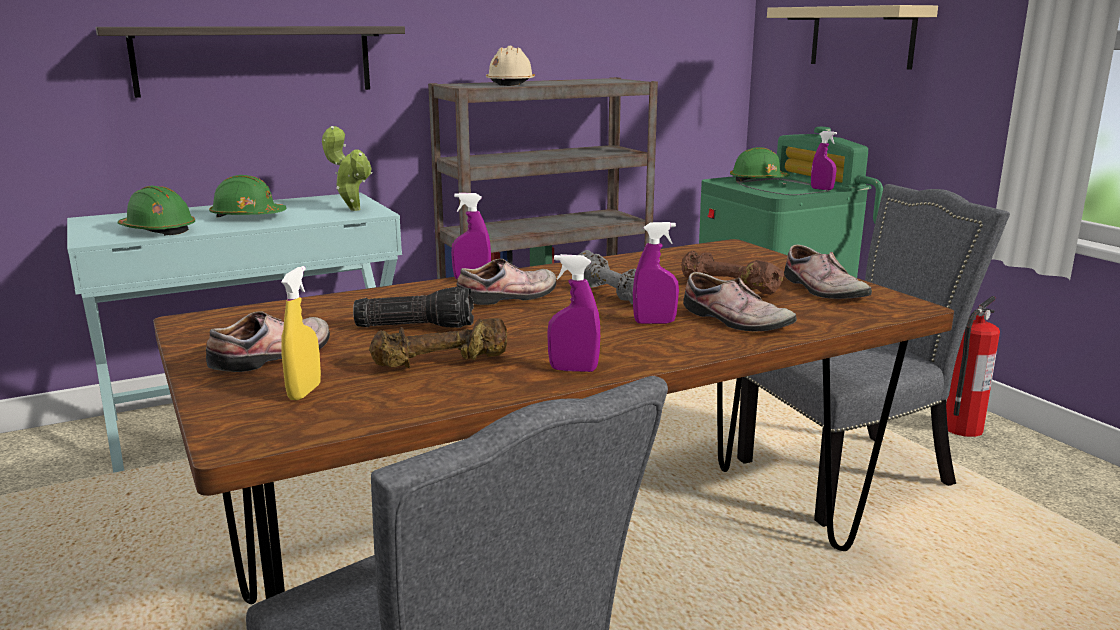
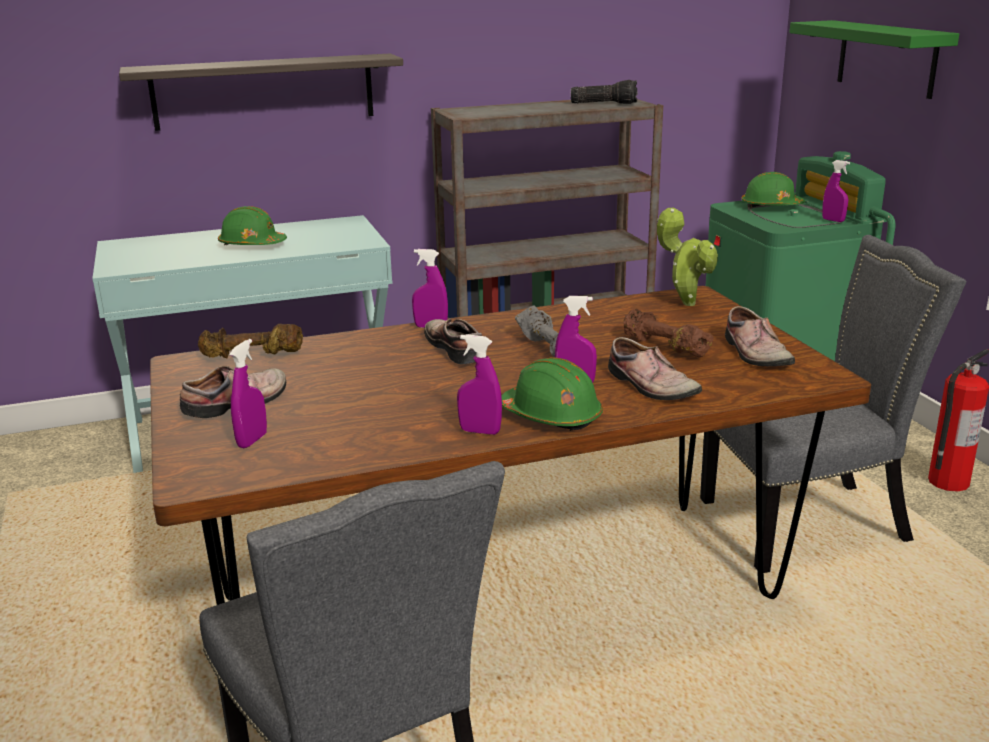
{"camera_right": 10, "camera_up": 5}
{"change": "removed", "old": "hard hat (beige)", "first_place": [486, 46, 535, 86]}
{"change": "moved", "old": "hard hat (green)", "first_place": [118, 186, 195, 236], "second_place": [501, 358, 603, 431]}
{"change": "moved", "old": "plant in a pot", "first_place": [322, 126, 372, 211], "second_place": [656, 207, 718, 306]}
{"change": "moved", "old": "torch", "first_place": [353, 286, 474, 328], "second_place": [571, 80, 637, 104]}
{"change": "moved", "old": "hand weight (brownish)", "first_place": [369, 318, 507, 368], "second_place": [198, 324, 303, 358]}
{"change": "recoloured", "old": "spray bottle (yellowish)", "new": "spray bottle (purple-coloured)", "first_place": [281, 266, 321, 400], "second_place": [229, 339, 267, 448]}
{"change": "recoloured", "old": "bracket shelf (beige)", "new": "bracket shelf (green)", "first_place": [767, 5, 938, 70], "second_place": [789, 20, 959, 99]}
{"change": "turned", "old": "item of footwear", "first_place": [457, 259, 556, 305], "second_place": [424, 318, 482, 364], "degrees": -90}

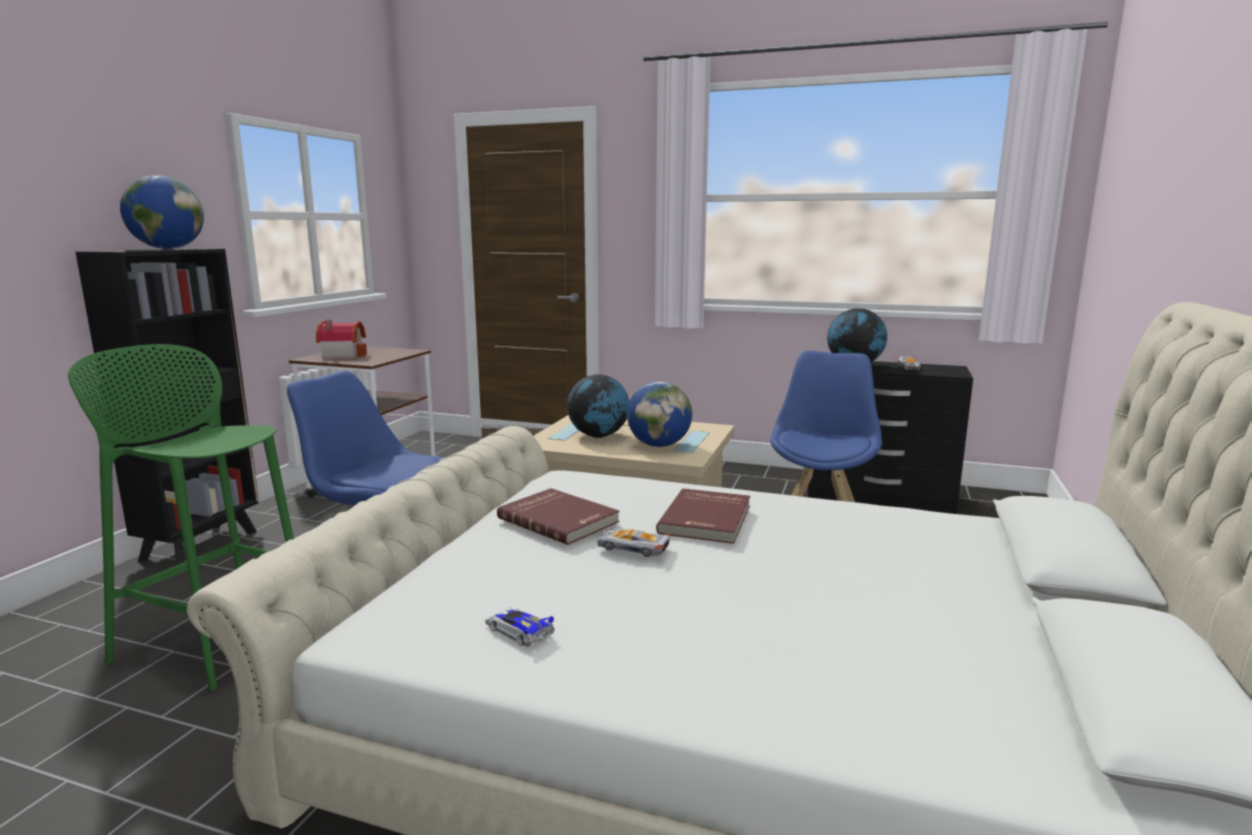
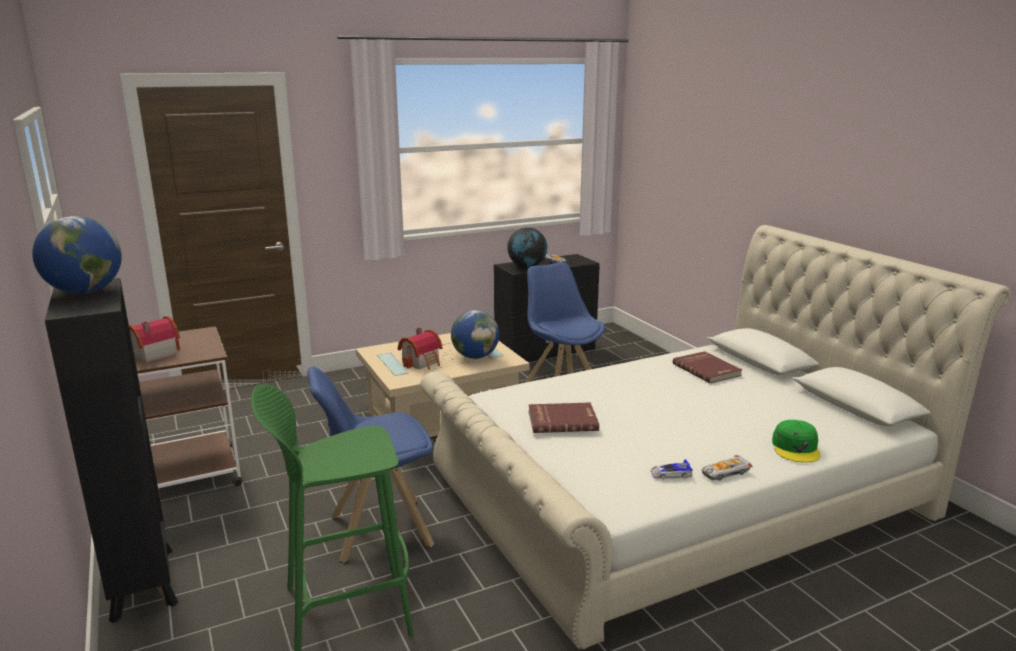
{"camera_right": -45, "camera_up": 5}
{"change": "added", "new": "cap (green)", "second_place": [772, 420, 820, 463]}
{"change": "moved", "old": "model car", "first_place": [597, 529, 671, 557], "second_place": [702, 455, 752, 480]}
{"change": "moved", "old": "book (red)", "first_place": [656, 488, 750, 544], "second_place": [673, 351, 742, 383]}
{"change": "replaced", "old": "world globe", "new": "toy house", "first_place": [567, 374, 629, 438], "second_place": [398, 327, 443, 370]}

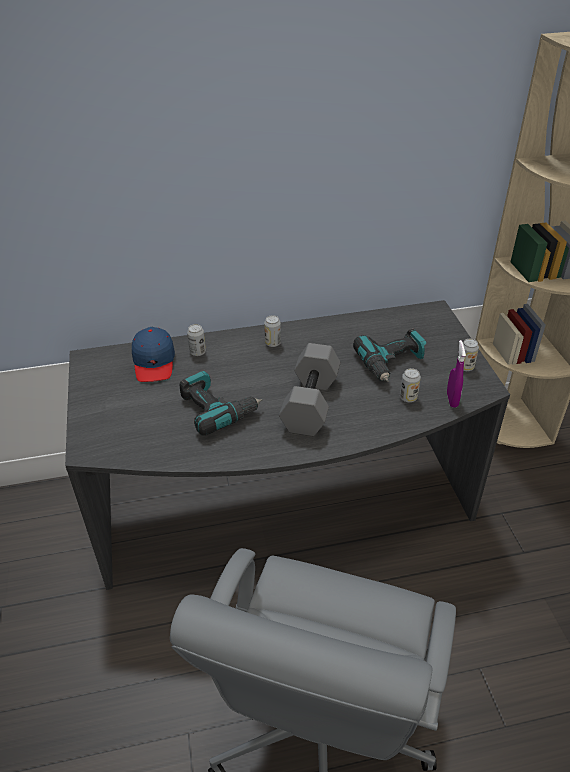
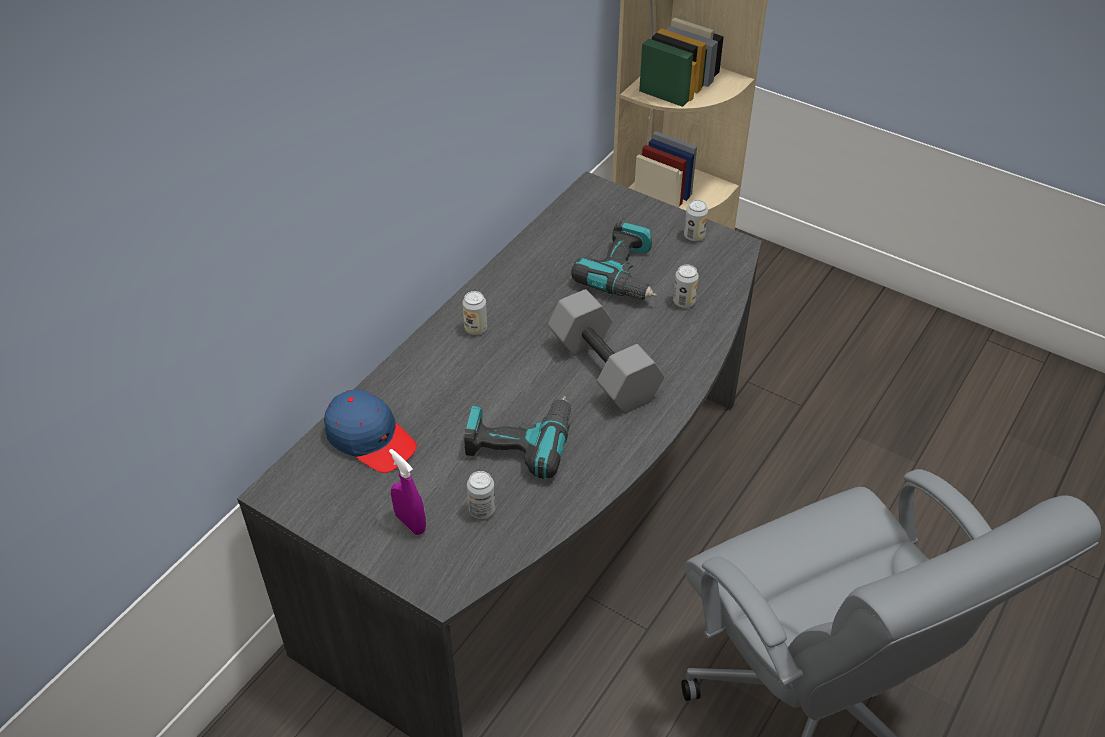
{"camera_right": -45, "camera_up": 5}
{"change": "moved", "old": "sealed can", "first_place": [187, 324, 206, 356], "second_place": [467, 471, 495, 519]}
{"change": "moved", "old": "spray bottle (purple-coloured)", "first_place": [447, 340, 466, 408], "second_place": [389, 449, 426, 535]}

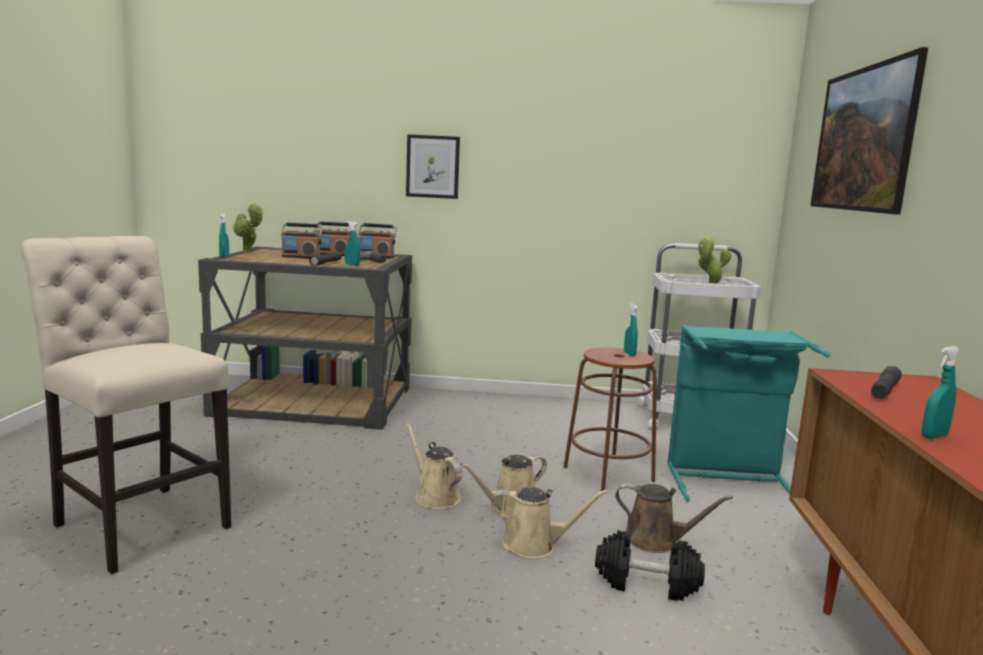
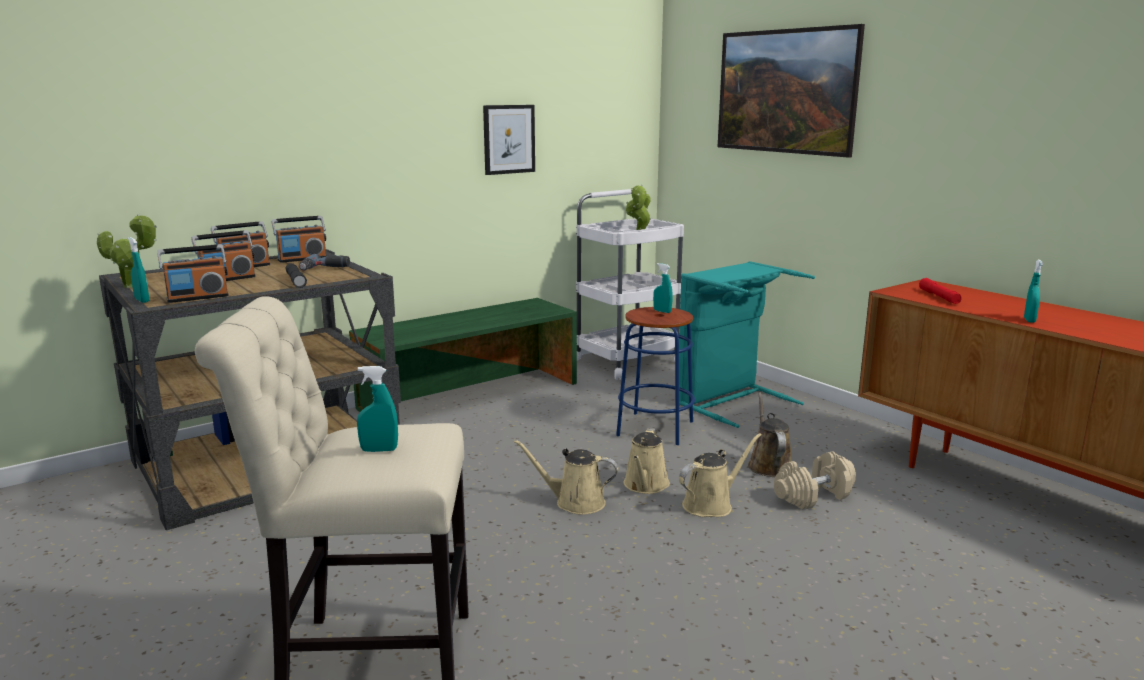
{"camera_right": -40, "camera_up": 5}
{"change": "added", "new": "radio set", "second_place": [157, 244, 229, 303]}
{"change": "added", "new": "long seat (green)", "second_place": [349, 298, 577, 412]}
{"change": "moved", "old": "spray bottle (blue-green)", "first_place": [345, 221, 360, 266], "second_place": [357, 366, 398, 452]}
{"change": "moved", "old": "picture", "first_place": [406, 134, 460, 199], "second_place": [483, 105, 535, 175]}
{"change": "recoloured", "old": "sitting stool (brownish)", "new": "sitting stool (blue)", "first_place": [564, 348, 657, 491], "second_place": [616, 307, 695, 445]}
{"change": "recoloured", "old": "hand weight (black-coloured)", "new": "hand weight (beige)", "first_place": [595, 530, 705, 601], "second_place": [774, 451, 856, 509]}
{"change": "recoloured", "old": "torch (gray)", "new": "torch (red)", "first_place": [871, 366, 902, 399], "second_place": [919, 278, 962, 304]}
{"change": "turned", "old": "sprinkling can (brownish)", "first_place": [615, 483, 733, 553], "second_place": [748, 392, 792, 477], "degrees": -75}

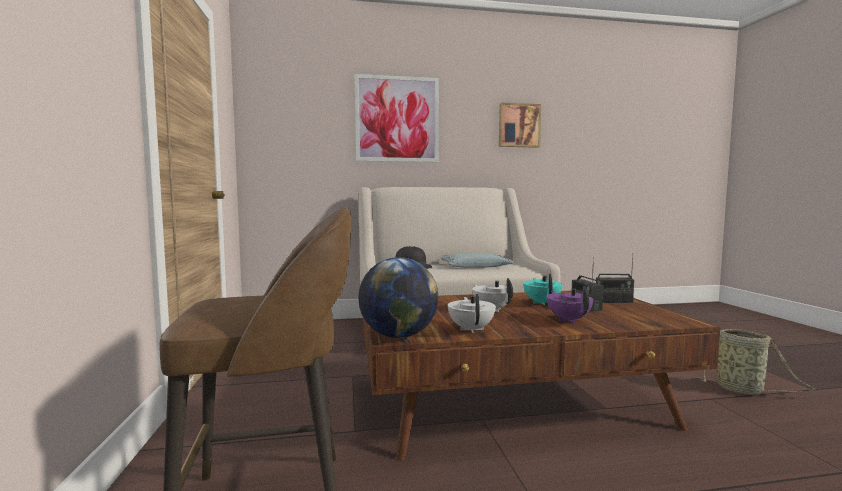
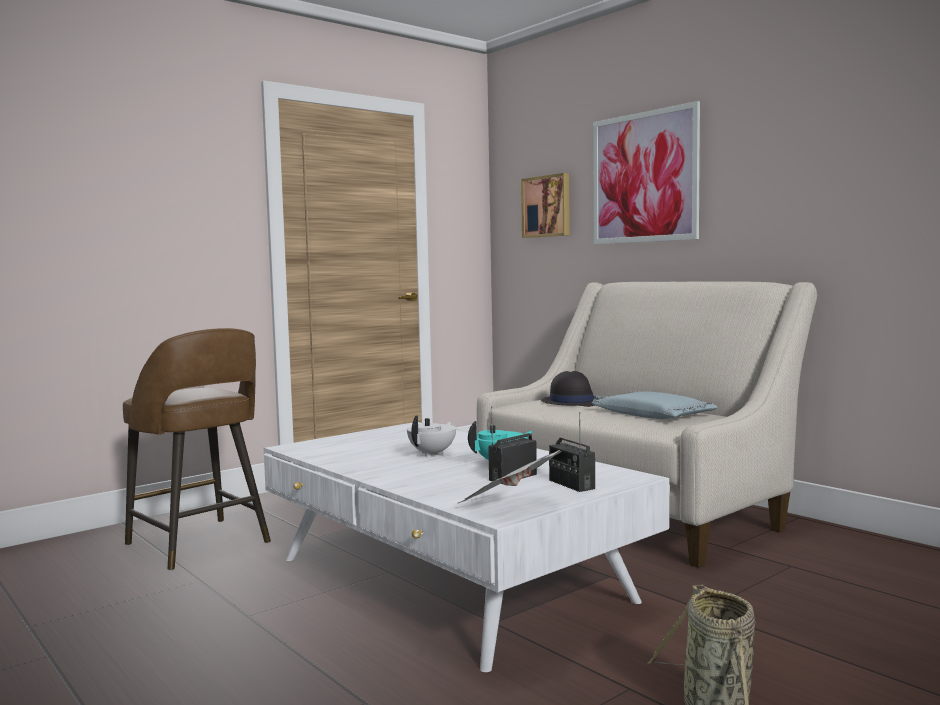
{"camera_right": 60, "camera_up": 0}
{"change": "removed", "old": "world globe", "first_place": [358, 257, 439, 338]}
{"change": "removed", "old": "tea pot (whitish)", "first_place": [448, 294, 496, 333]}
{"change": "removed", "old": "tea pot (purple-coloured)", "first_place": [547, 286, 593, 323]}
{"change": "added", "new": "printed paper", "second_place": [458, 450, 561, 503]}
{"change": "moved", "old": "picture", "first_place": [499, 103, 541, 148], "second_place": [521, 173, 570, 238]}
{"change": "recoloured", "old": "coffee table (brownish)", "new": "coffee table (whitish)", "first_place": [363, 291, 720, 461], "second_place": [264, 422, 669, 672]}

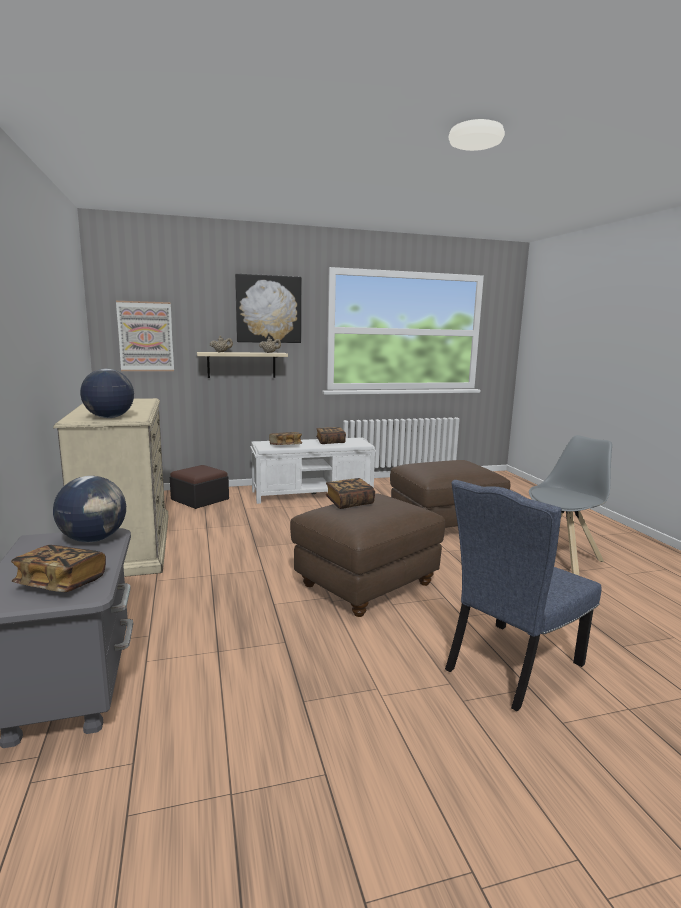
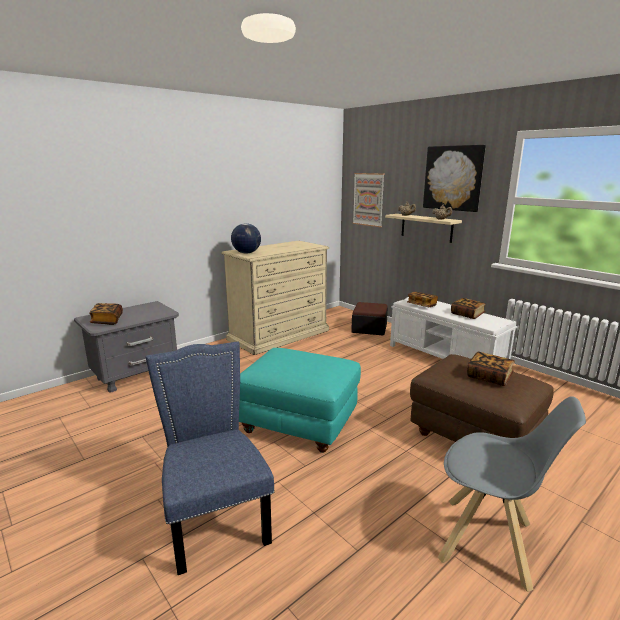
{"camera_right": 65, "camera_up": 5}
{"change": "removed", "old": "world globe", "first_place": [53, 476, 126, 542]}
{"change": "moved", "old": "book", "first_place": [326, 478, 375, 509], "second_place": [467, 351, 515, 386]}
{"change": "recoloured", "old": "footrest (brownish)", "new": "footrest (blue-green)", "first_place": [290, 493, 445, 617], "second_place": [239, 348, 361, 453]}
{"change": "turned", "old": "upright chair (blue)", "first_place": [445, 480, 601, 711], "second_place": [146, 341, 274, 575], "degrees": 45}

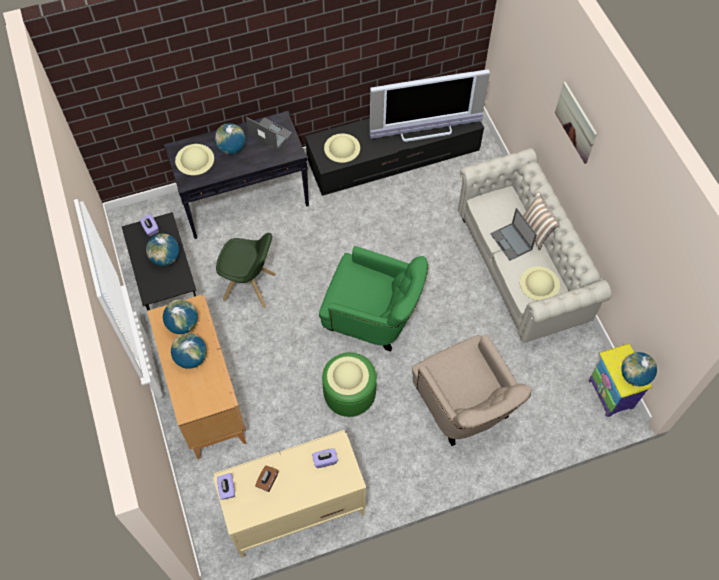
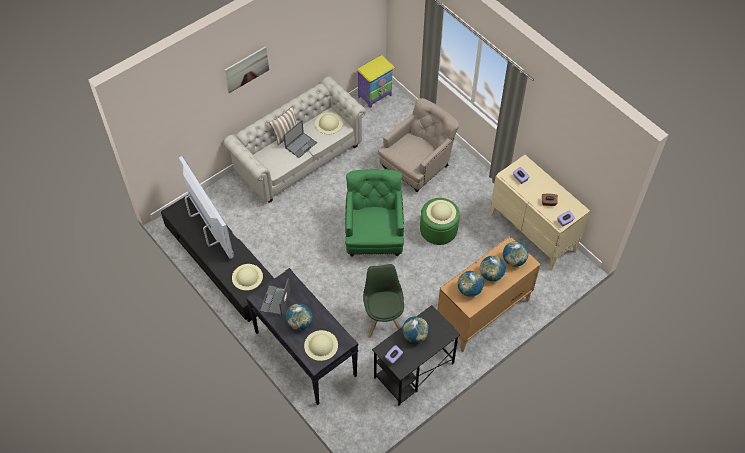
{"camera_right": -110, "camera_up": -5}
{"change": "moved", "old": "world globe", "first_place": [621, 352, 657, 386], "second_place": [503, 241, 528, 267]}

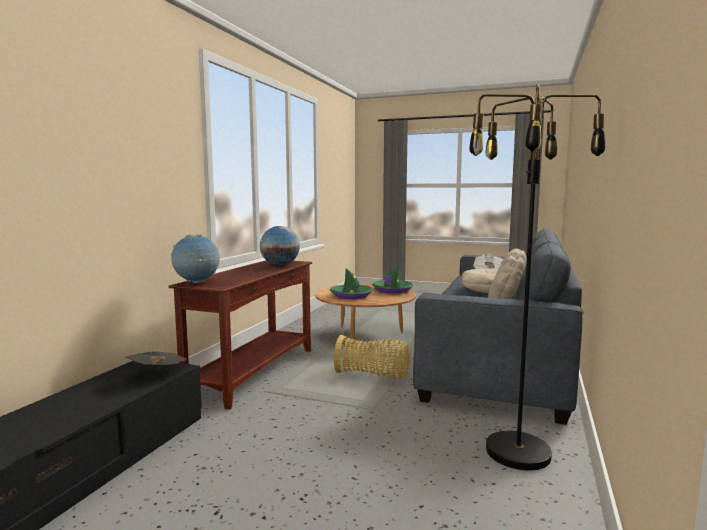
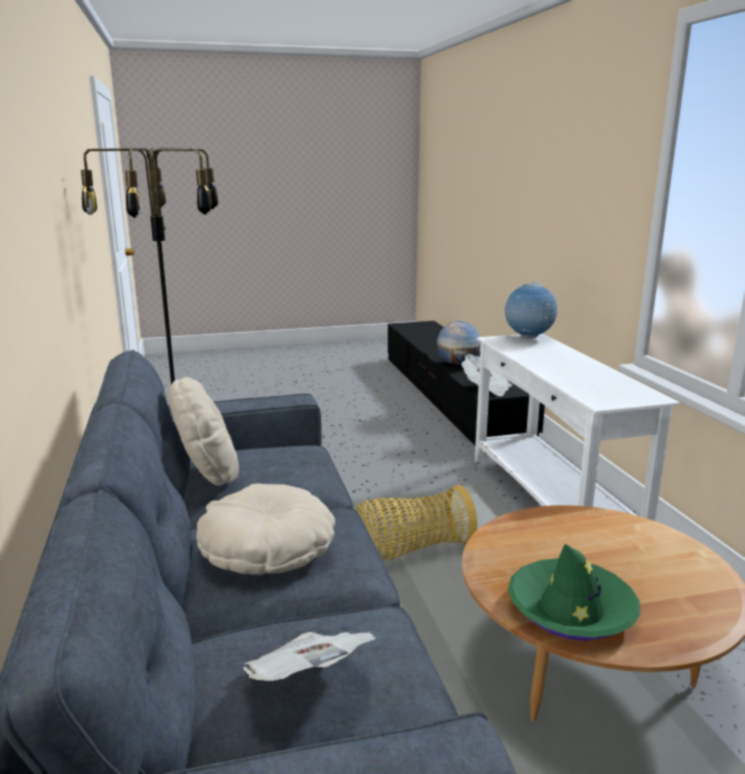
{"camera_right": 145, "camera_up": 10}
{"change": "removed", "old": "hat (green)", "first_place": [330, 269, 373, 299]}
{"change": "moved", "old": "world globe", "first_place": [260, 226, 300, 266], "second_place": [437, 321, 481, 365]}
{"change": "recoloured", "old": "hall table (brownish)", "new": "hall table (whitish)", "first_place": [169, 261, 312, 410], "second_place": [475, 334, 680, 521]}

